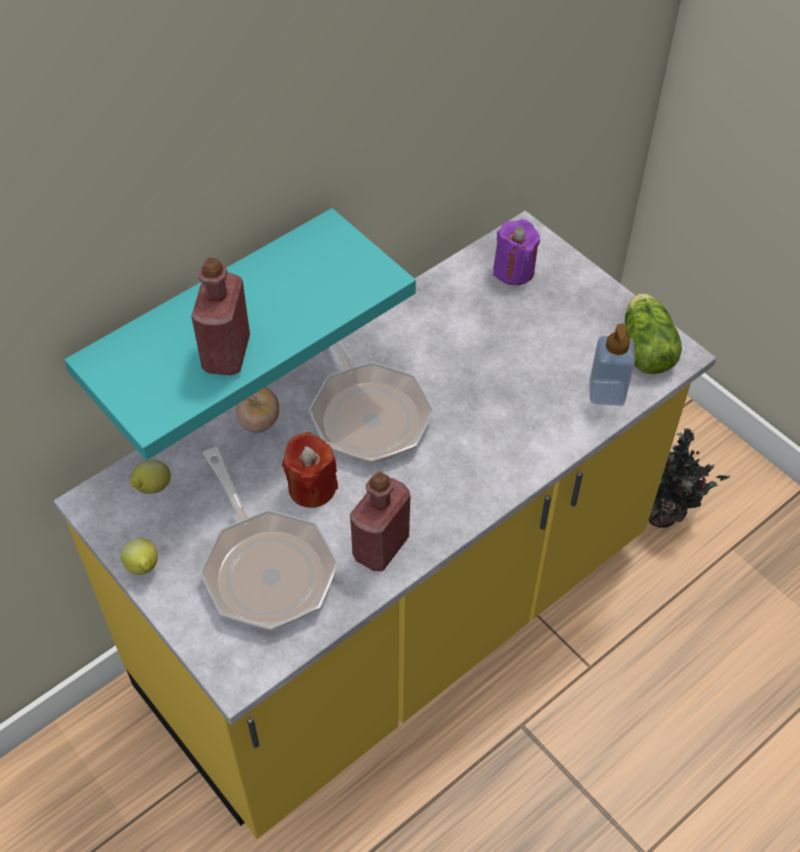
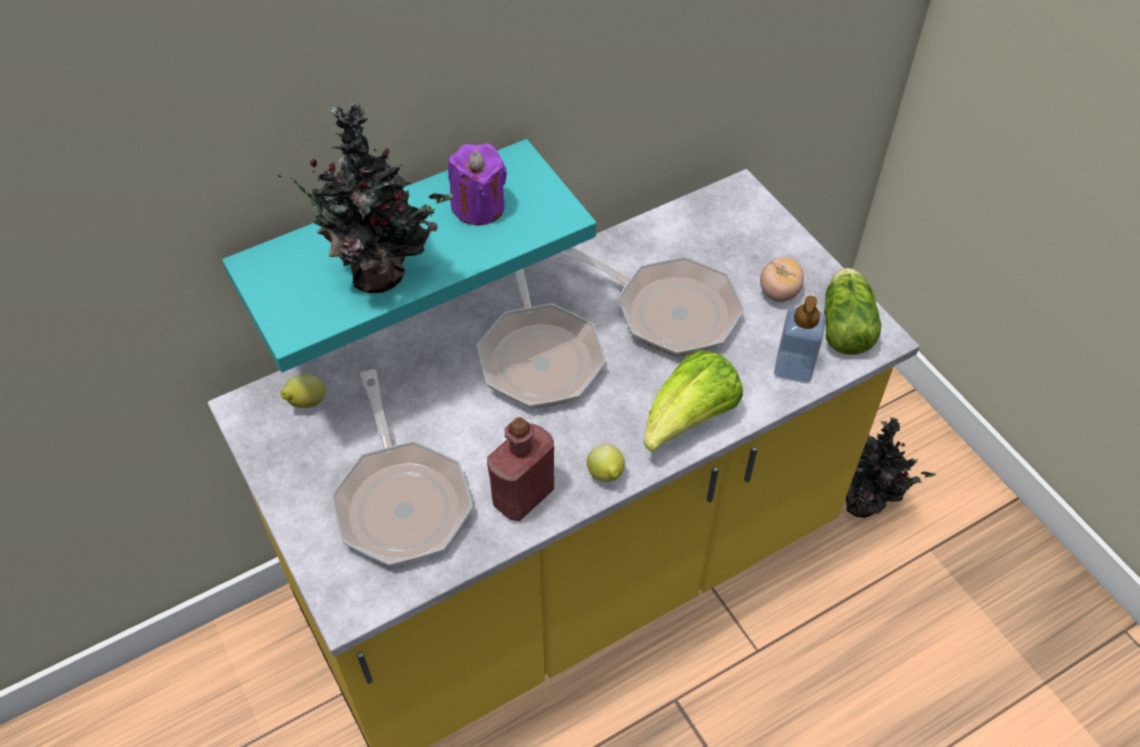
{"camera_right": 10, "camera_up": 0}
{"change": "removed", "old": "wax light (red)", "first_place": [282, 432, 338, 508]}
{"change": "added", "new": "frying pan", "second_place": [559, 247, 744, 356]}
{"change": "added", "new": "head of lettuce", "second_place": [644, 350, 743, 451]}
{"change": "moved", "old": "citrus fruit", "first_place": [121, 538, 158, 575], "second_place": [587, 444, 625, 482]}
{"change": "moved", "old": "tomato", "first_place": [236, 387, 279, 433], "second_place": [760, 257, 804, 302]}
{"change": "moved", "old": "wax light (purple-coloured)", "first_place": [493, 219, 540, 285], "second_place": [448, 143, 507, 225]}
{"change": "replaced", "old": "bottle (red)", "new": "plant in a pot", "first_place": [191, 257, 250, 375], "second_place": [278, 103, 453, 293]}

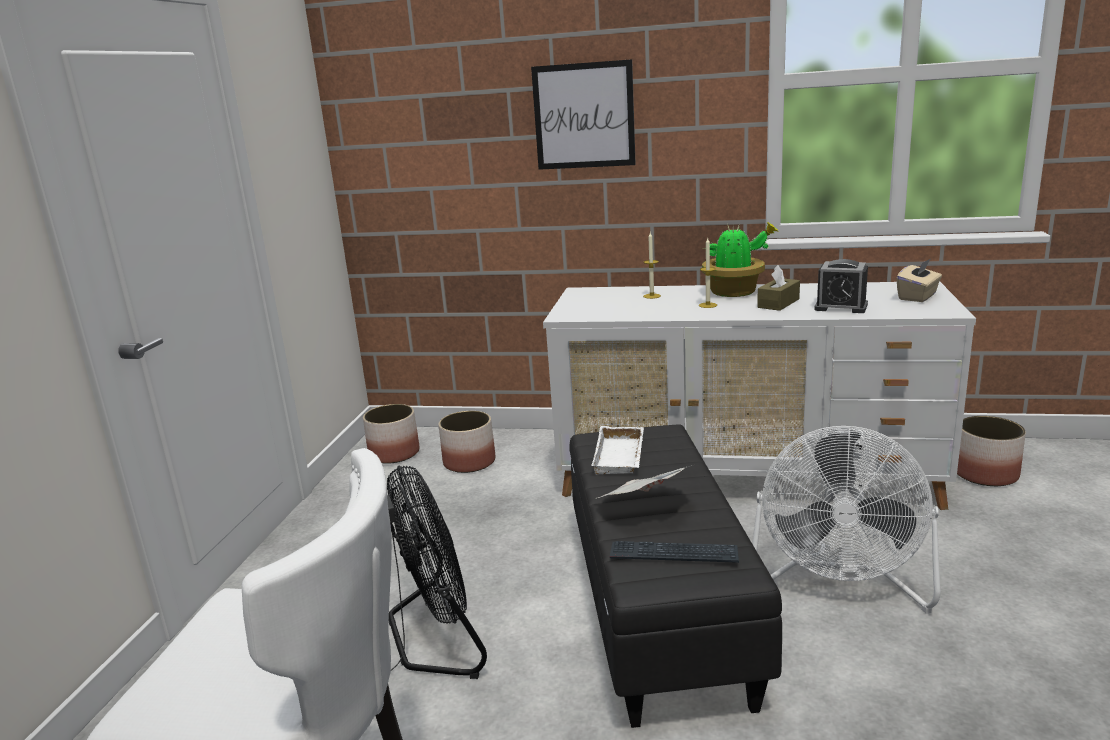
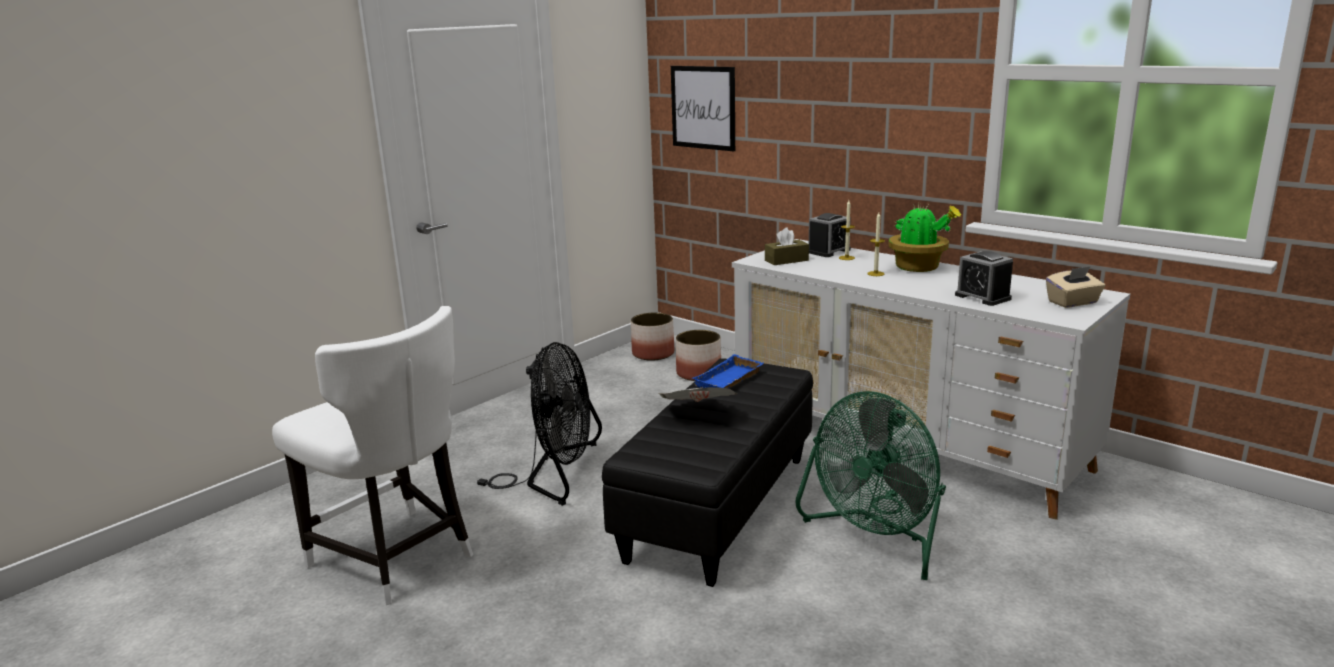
{"camera_right": 30, "camera_up": 0}
{"change": "removed", "old": "computer keyboard", "first_place": [610, 541, 739, 563]}
{"change": "removed", "old": "plant pot", "first_place": [957, 416, 1026, 486]}
{"change": "added", "new": "bedside clock", "second_place": [809, 213, 851, 257]}
{"change": "moved", "old": "picture", "first_place": [531, 59, 636, 170], "second_place": [671, 66, 735, 151]}
{"change": "moved", "old": "tissue box (brownish)", "first_place": [757, 265, 800, 311], "second_place": [765, 227, 809, 265]}
{"change": "recoloured", "old": "carrying tray (whitish)", "new": "carrying tray (blue)", "first_place": [591, 426, 644, 475], "second_place": [692, 354, 764, 388]}
{"change": "recoloured", "old": "fan (whitish)", "new": "fan (green)", "first_place": [752, 426, 941, 614], "second_place": [796, 391, 946, 580]}

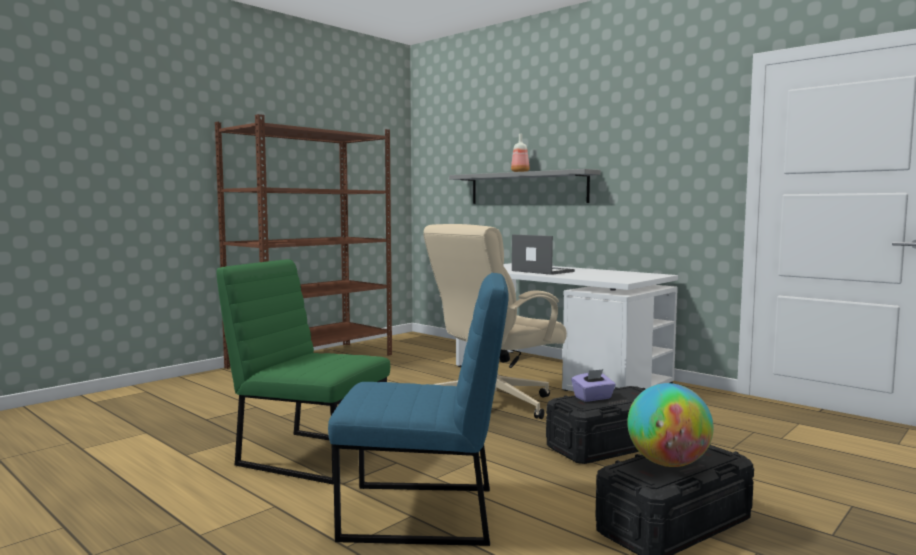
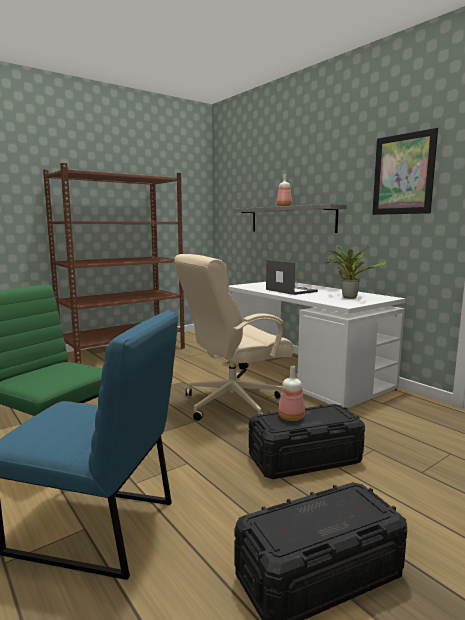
{"camera_right": 10, "camera_up": 5}
{"change": "removed", "old": "world globe", "first_place": [627, 383, 713, 467]}
{"change": "added", "new": "plant in a pot", "second_place": [325, 245, 386, 299]}
{"change": "added", "new": "picture", "second_place": [372, 128, 438, 215]}
{"change": "replaced", "old": "tissue box (purple-coloured)", "new": "bottle", "first_place": [571, 369, 616, 402], "second_place": [279, 366, 305, 421]}

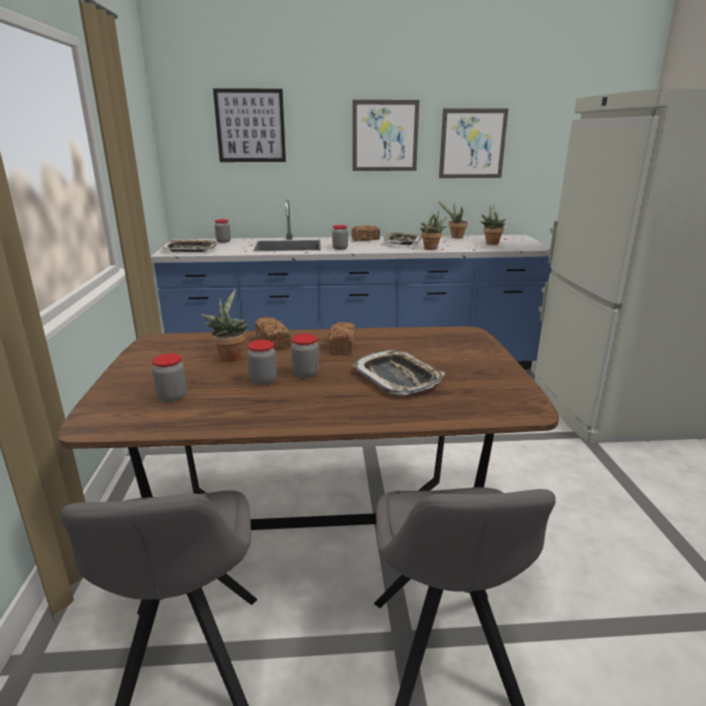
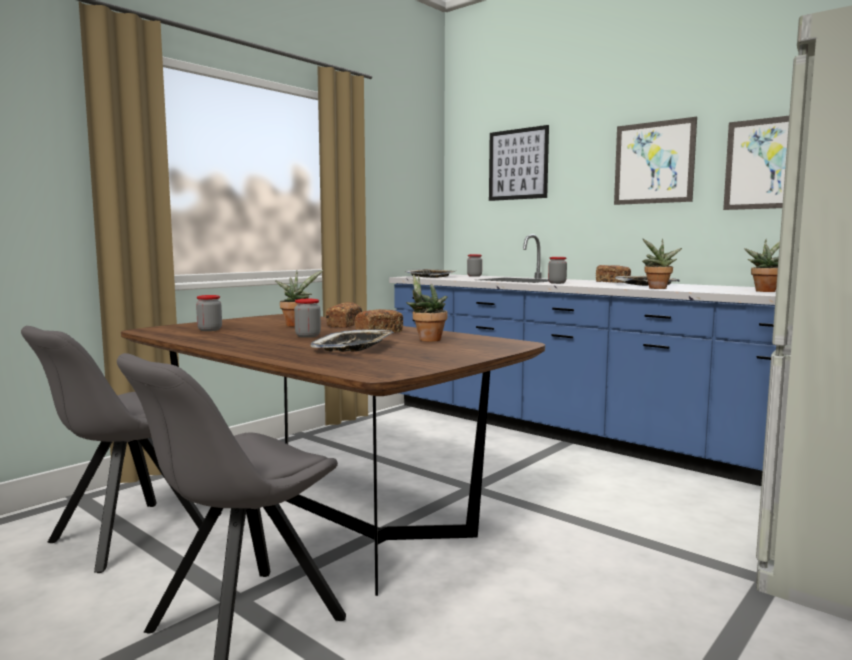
{"camera_right": 45, "camera_up": -15}
{"change": "removed", "old": "preserve jar", "first_place": [247, 340, 277, 385]}
{"change": "moved", "old": "plant in a pot", "first_place": [439, 202, 468, 238], "second_place": [406, 274, 447, 342]}

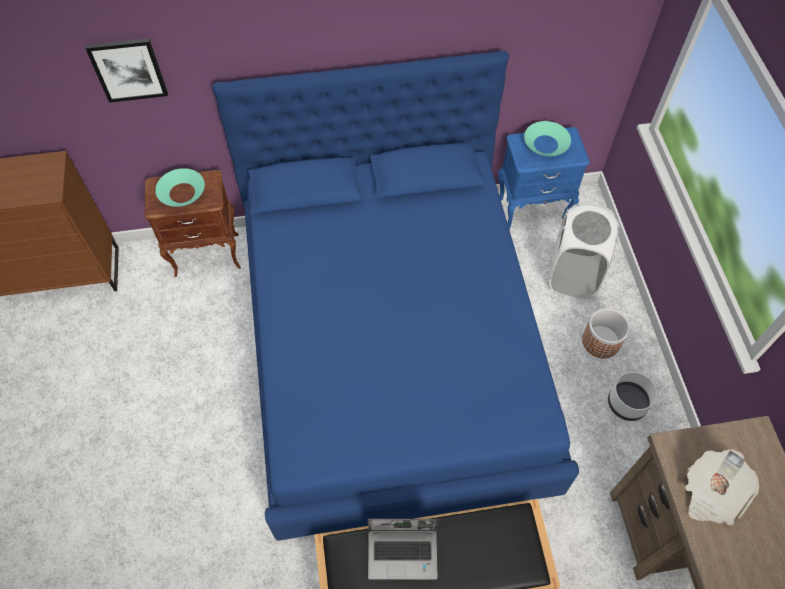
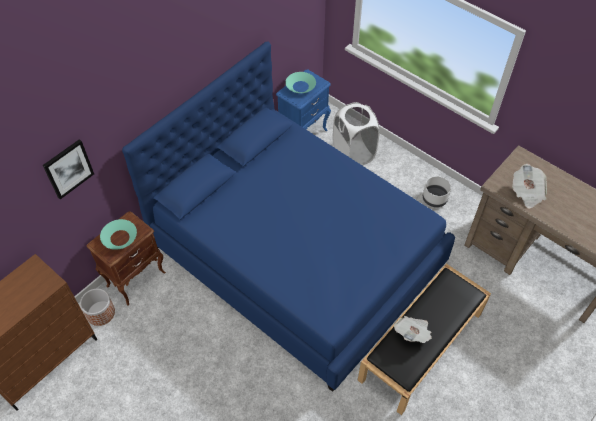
{"camera_right": -40, "camera_up": -5}
{"change": "moved", "old": "plant pot", "first_place": [582, 308, 630, 358], "second_place": [80, 288, 115, 326]}
{"change": "replaced", "old": "laptop", "new": "printed paper", "first_place": [367, 519, 439, 580], "second_place": [394, 316, 432, 343]}

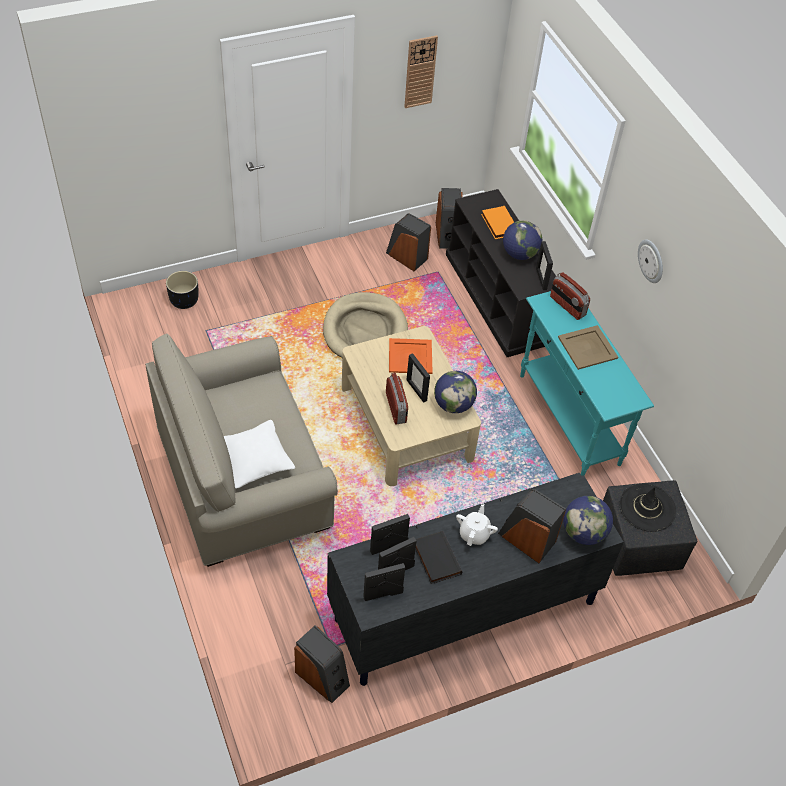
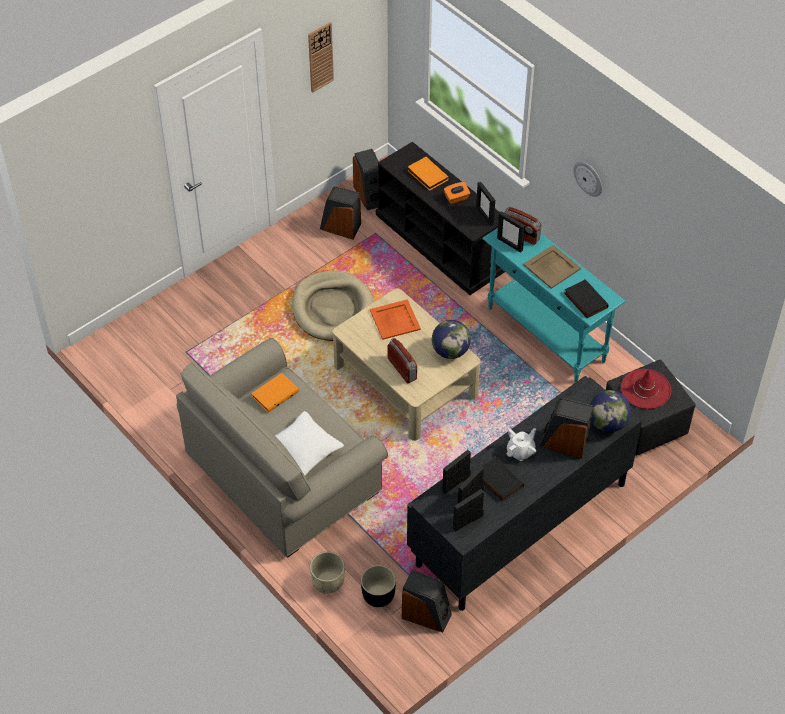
{"camera_right": -15, "camera_up": 0}
{"change": "added", "new": "book (orange)", "second_place": [251, 373, 299, 413]}
{"change": "added", "new": "plant pot (beige)", "second_place": [310, 552, 345, 594]}
{"change": "added", "new": "book (black-coloured)", "second_place": [564, 279, 609, 318]}
{"change": "moved", "old": "plant pot (black-coloured)", "first_place": [166, 271, 199, 309], "second_place": [361, 565, 396, 607]}
{"change": "moved", "old": "picture frame", "first_place": [407, 353, 430, 403], "second_place": [497, 211, 525, 253]}
{"change": "replaced", "old": "world globe", "new": "tissue box (orange)", "first_place": [503, 220, 542, 260], "second_place": [444, 182, 470, 204]}
{"change": "recoloured", "old": "hat (black-coloured)", "new": "hat (red)", "first_place": [619, 483, 676, 532], "second_place": [621, 369, 671, 409]}
{"change": "turned", "old": "tea pot (whitish)", "first_place": [456, 503, 498, 546], "second_place": [506, 428, 536, 461], "degrees": 45}

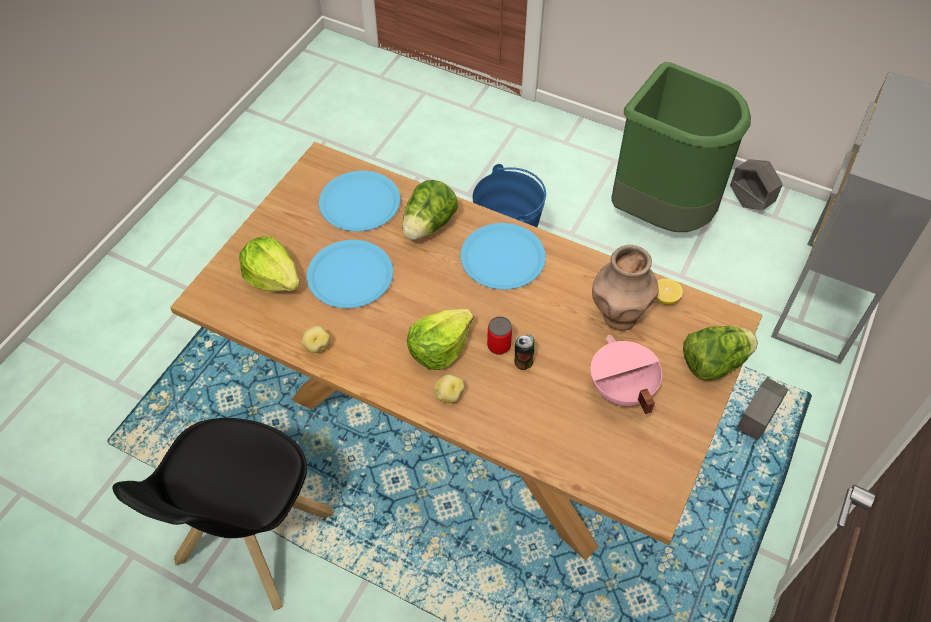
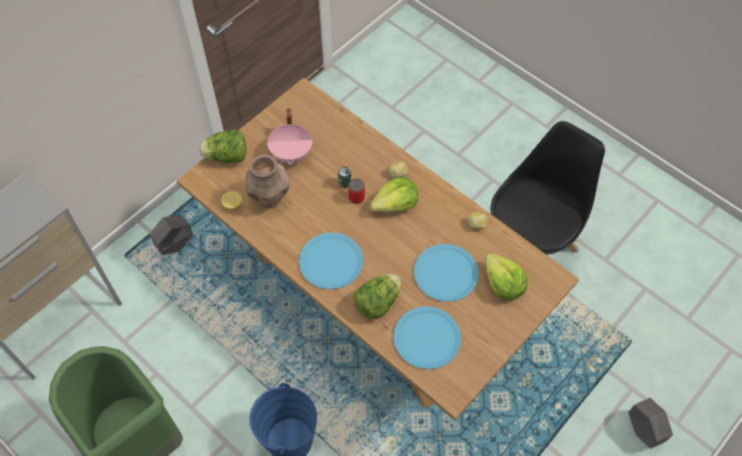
{"camera_right": -165, "camera_up": 5}
{"change": "moved", "old": "plant pot (gray)", "first_place": [730, 159, 783, 210], "second_place": [628, 398, 673, 449]}

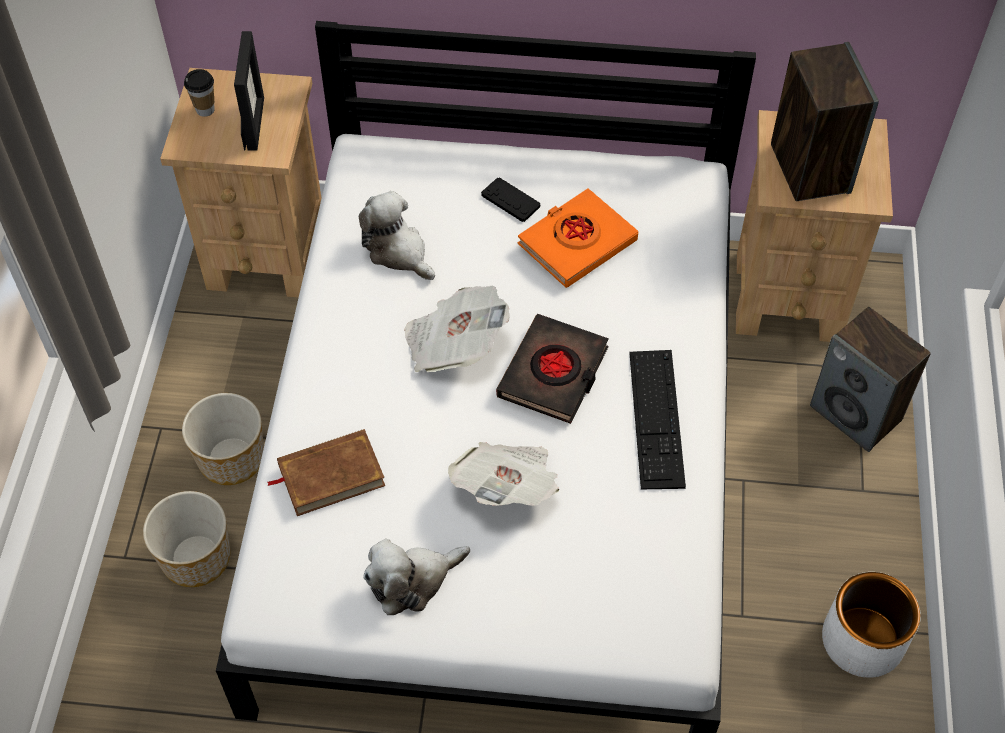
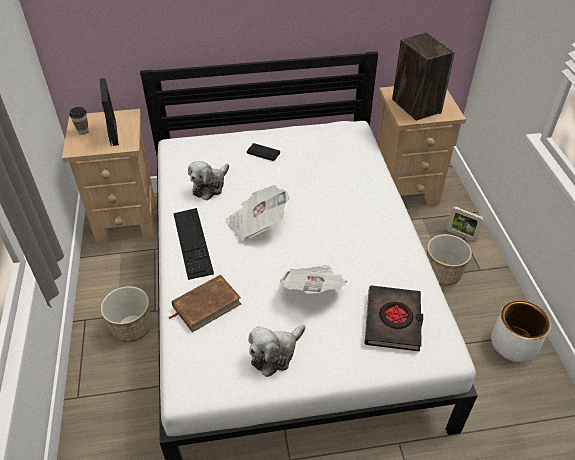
{"camera_right": -15, "camera_up": -10}
{"change": "removed", "old": "book (orange)", "first_place": [517, 188, 638, 288]}
{"change": "moved", "old": "plant pot", "first_place": [143, 491, 230, 587], "second_place": [426, 234, 472, 286]}
{"change": "moved", "old": "book (black-coloured)", "first_place": [496, 314, 609, 424], "second_place": [365, 285, 423, 352]}
{"change": "moved", "old": "computer keyboard", "first_place": [629, 350, 686, 489], "second_place": [173, 208, 214, 280]}
{"change": "replaced", "old": "loudspeaker", "new": "picture frame", "first_place": [810, 307, 931, 452], "second_place": [446, 206, 484, 241]}
{"change": "turned", "old": "cuddly toy", "first_place": [359, 191, 435, 280], "second_place": [188, 161, 229, 200], "degrees": -90}

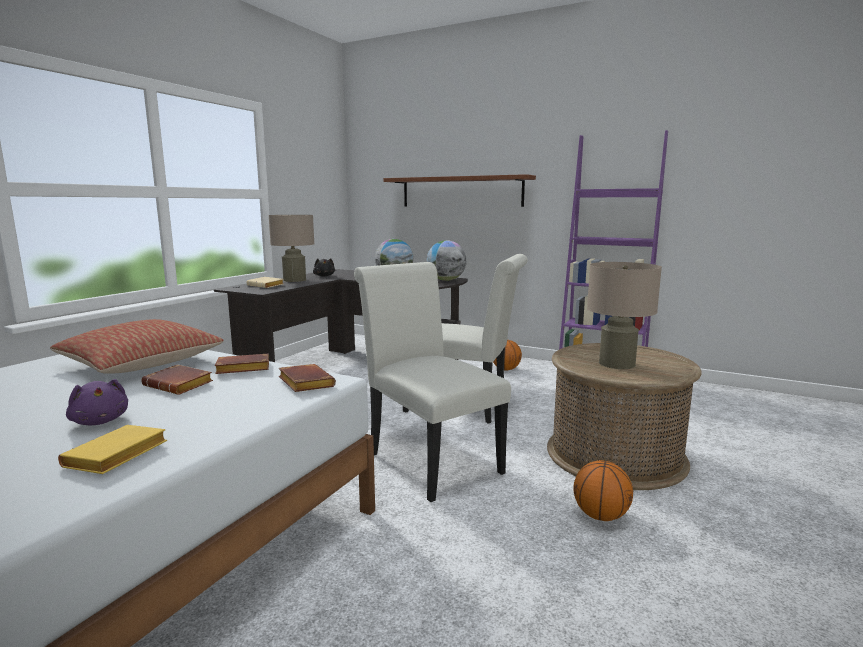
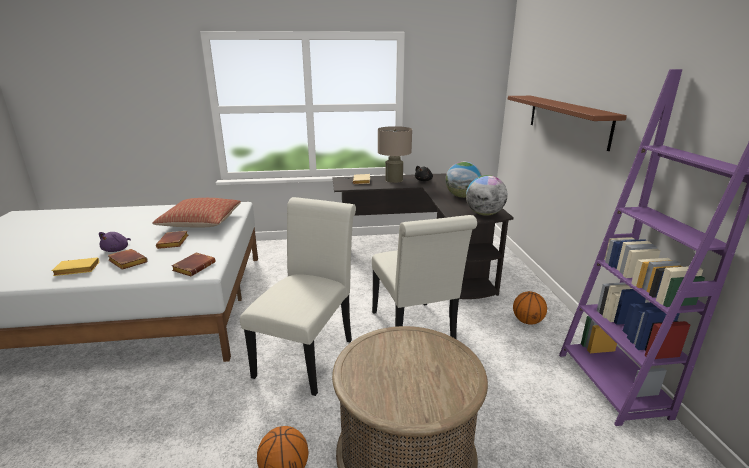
{"camera_right": 55, "camera_up": 10}
{"change": "removed", "old": "tabletop lamp (beige)", "first_place": [587, 262, 662, 369]}
{"change": "moved", "old": "book (brownish)", "first_place": [215, 354, 269, 374], "second_place": [107, 249, 148, 270]}

